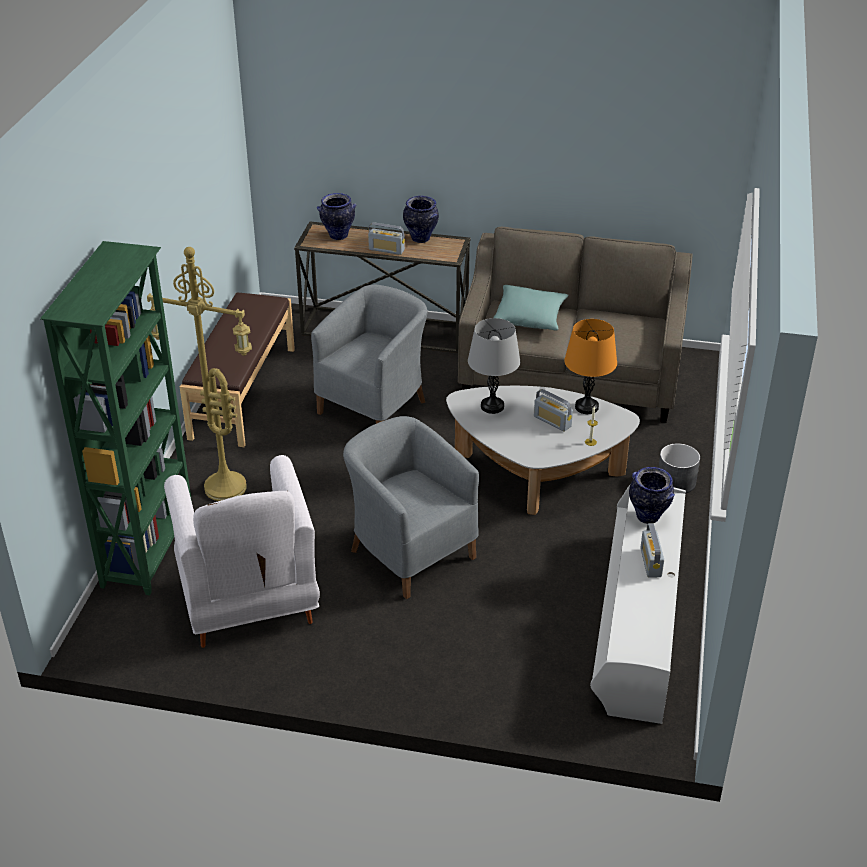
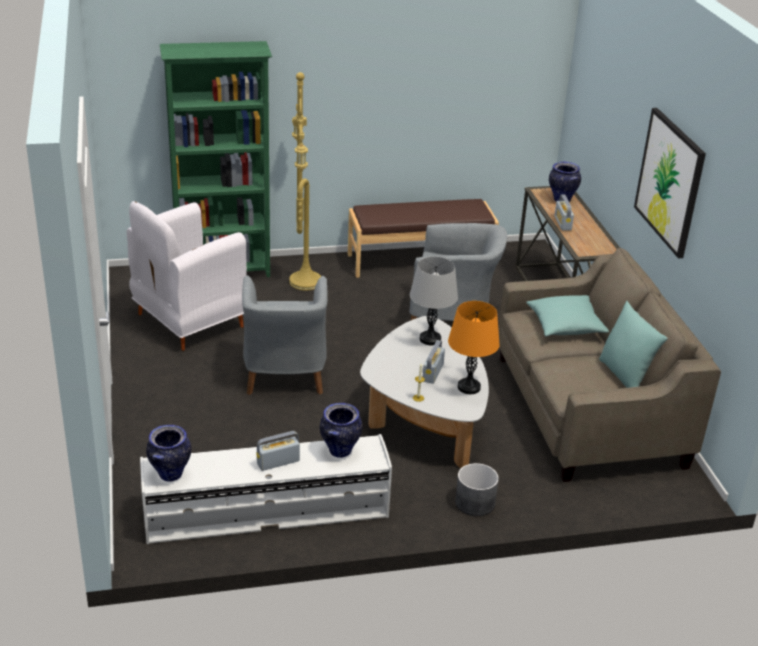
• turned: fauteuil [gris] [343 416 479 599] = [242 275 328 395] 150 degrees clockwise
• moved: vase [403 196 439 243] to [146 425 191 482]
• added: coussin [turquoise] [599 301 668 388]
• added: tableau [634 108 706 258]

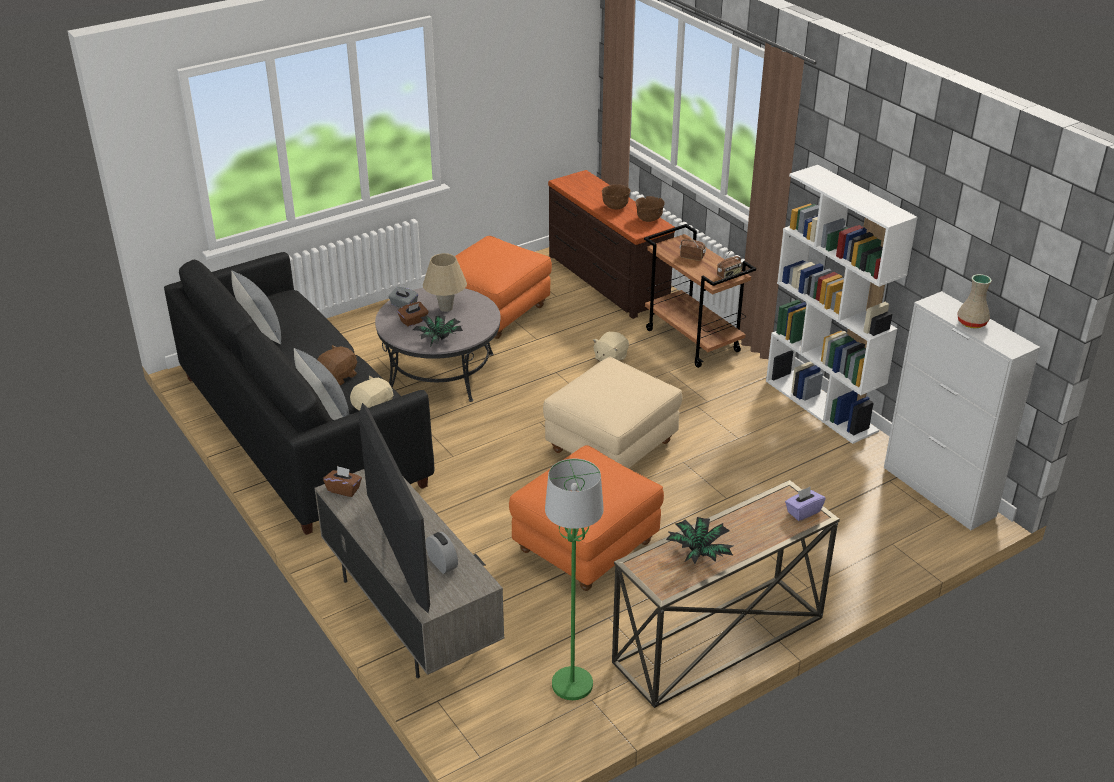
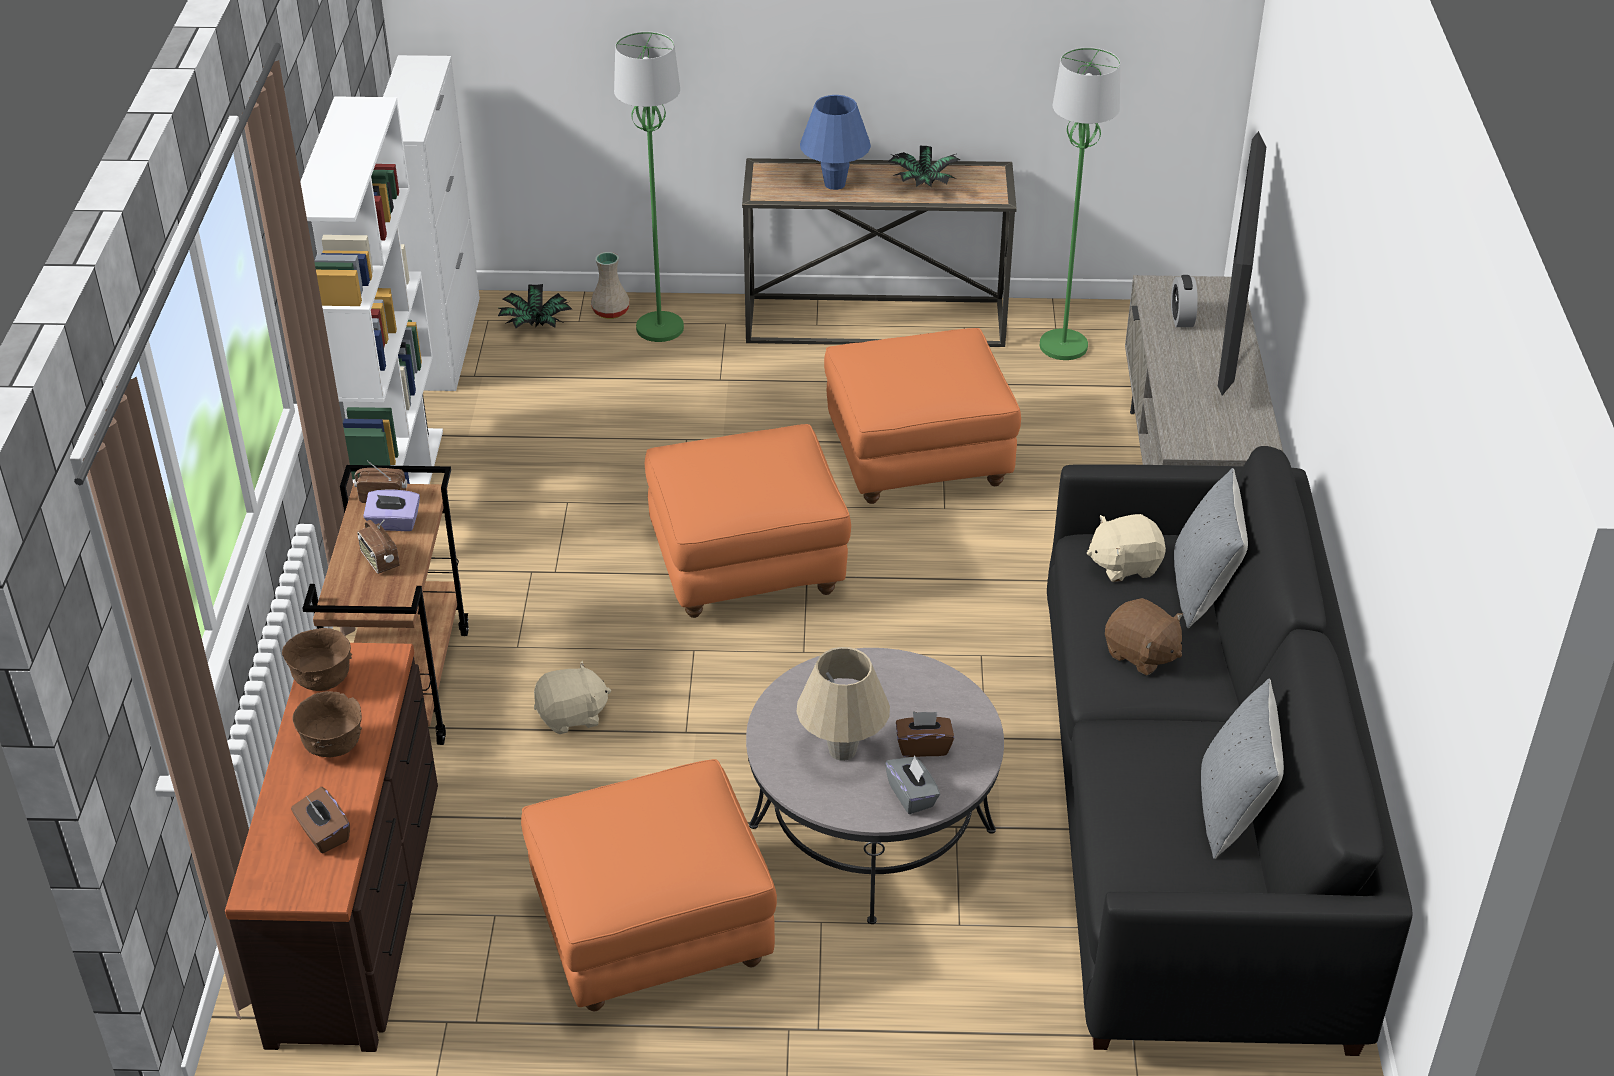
• turned: peluche [marron] [317 345 357 385] = [1105 598 1183 676] 120 degrees counterclockwise
• moved: boîte à mouchoirs [marron] [323 466 362 497] to [291 787 350 853]
• moved: plante en pot [413 315 463 347] to [498 284 572 328]
• recoloured: pouf [beige] [543 357 682 469] to pouf [orange] [645 424 851 618]
• moved: boîte à mouchoirs [violet] [785 487 826 521] to [363 490 420 531]
• moved: vase [beige] [957 274 992 329] to [591 252 630 319]
• added: lampadaire [vert] [614 32 684 342]
• added: lampe de table [bleu] [800 95 871 190]

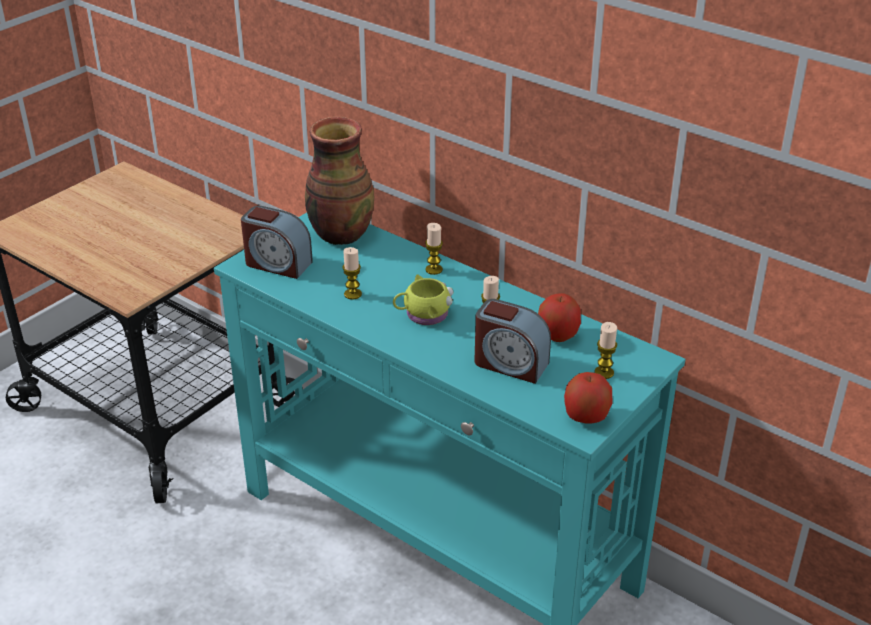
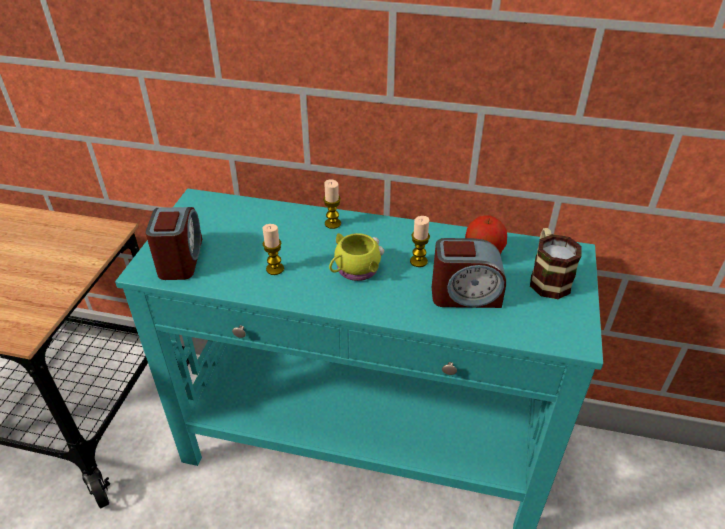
• turned: réveil [241 206 313 279] = [145 207 202 280] 90 degrees counterclockwise
• removed: vase [305 117 374 245]
• removed: pomme [564 372 612 423]
• replaced: bougie [595 322 617 379] to mug [530 228 582 299]

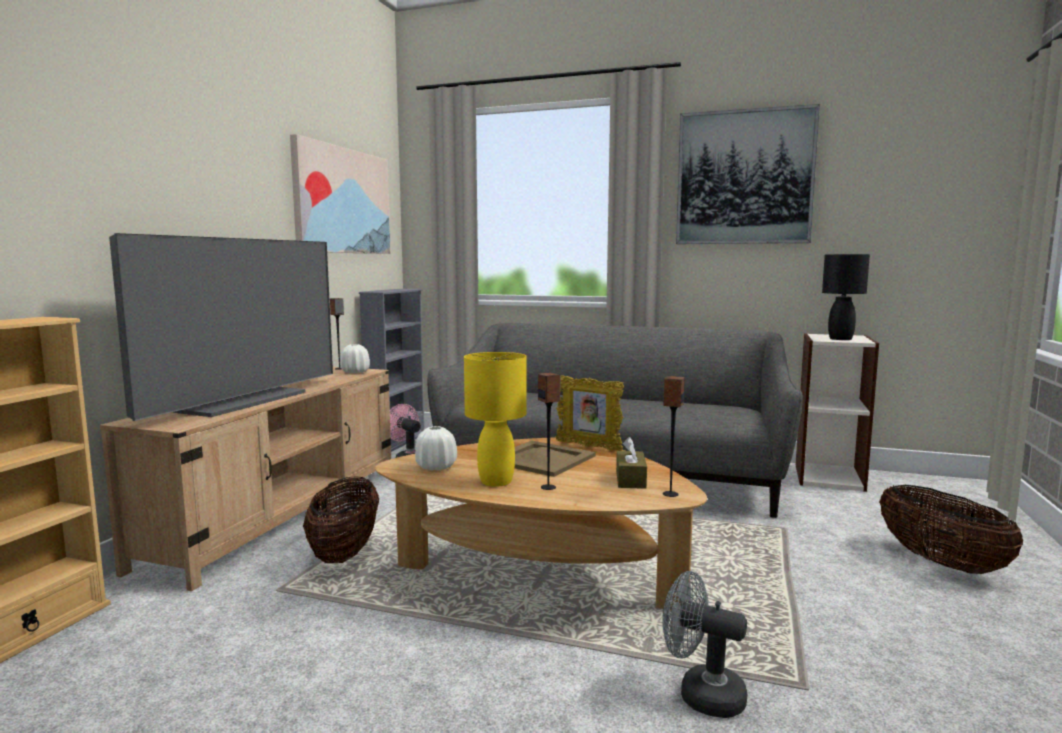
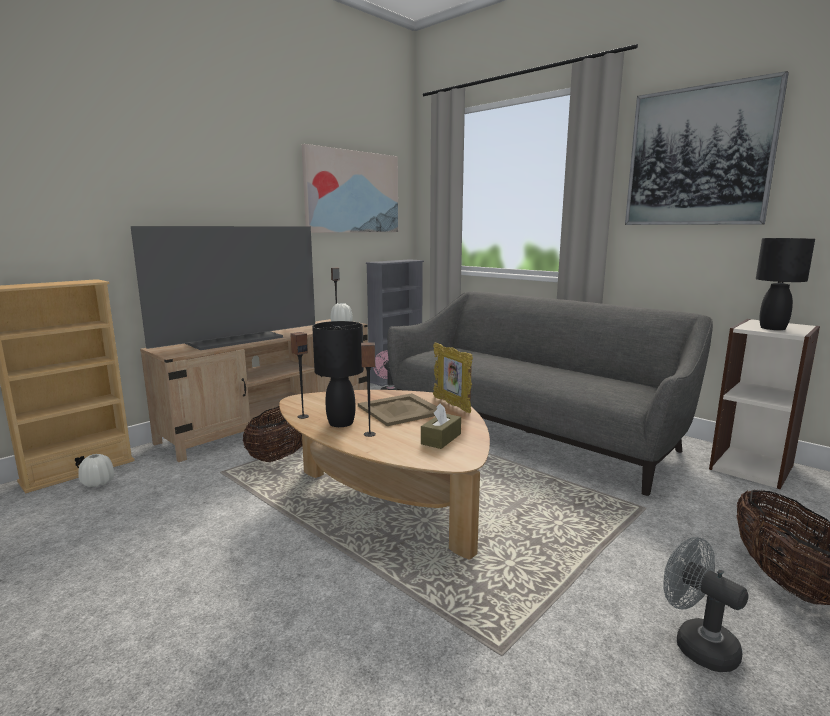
• moved: vase [blanc] [415 426 457 470] to [78 454 114 487]
• recoloured: lampe de table [jaune] [464 352 527 487] to lampe de table [noir] [312 321 364 427]
• moved: ventilateur [gris] [662 571 747 718] to [663 537 748 672]
• moved: enceinte [663 376 685 497] to [290 332 309 419]

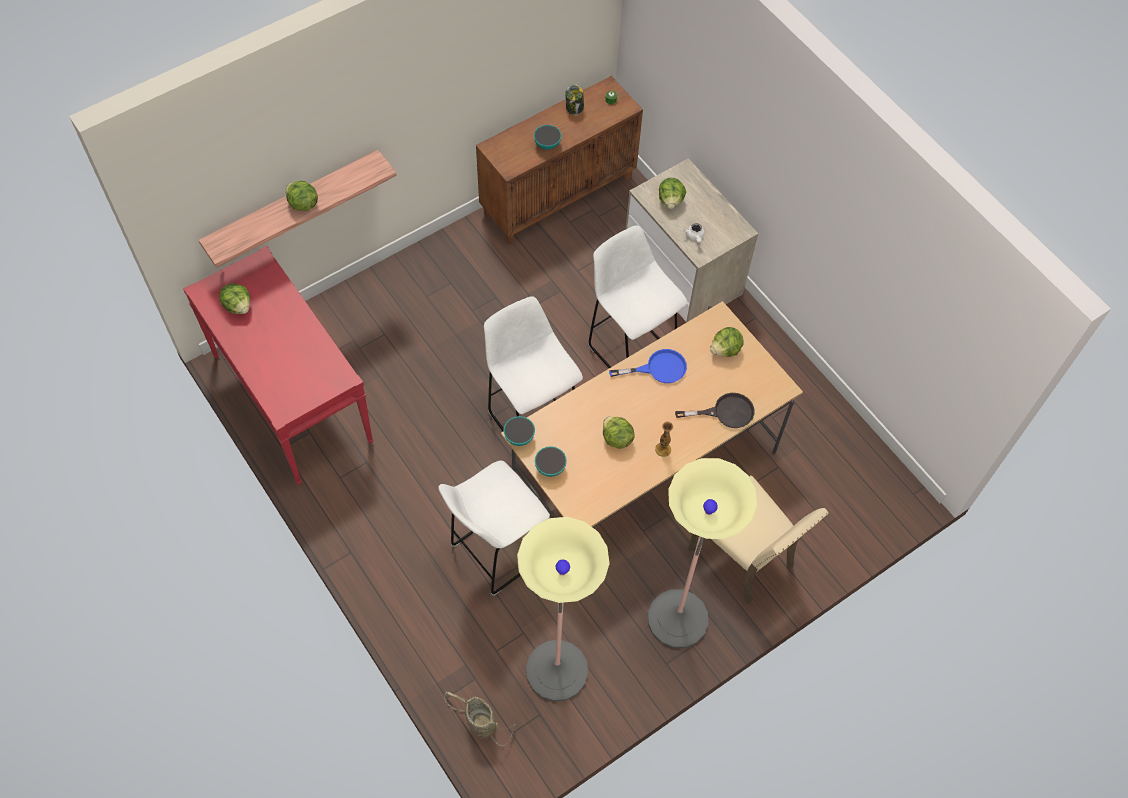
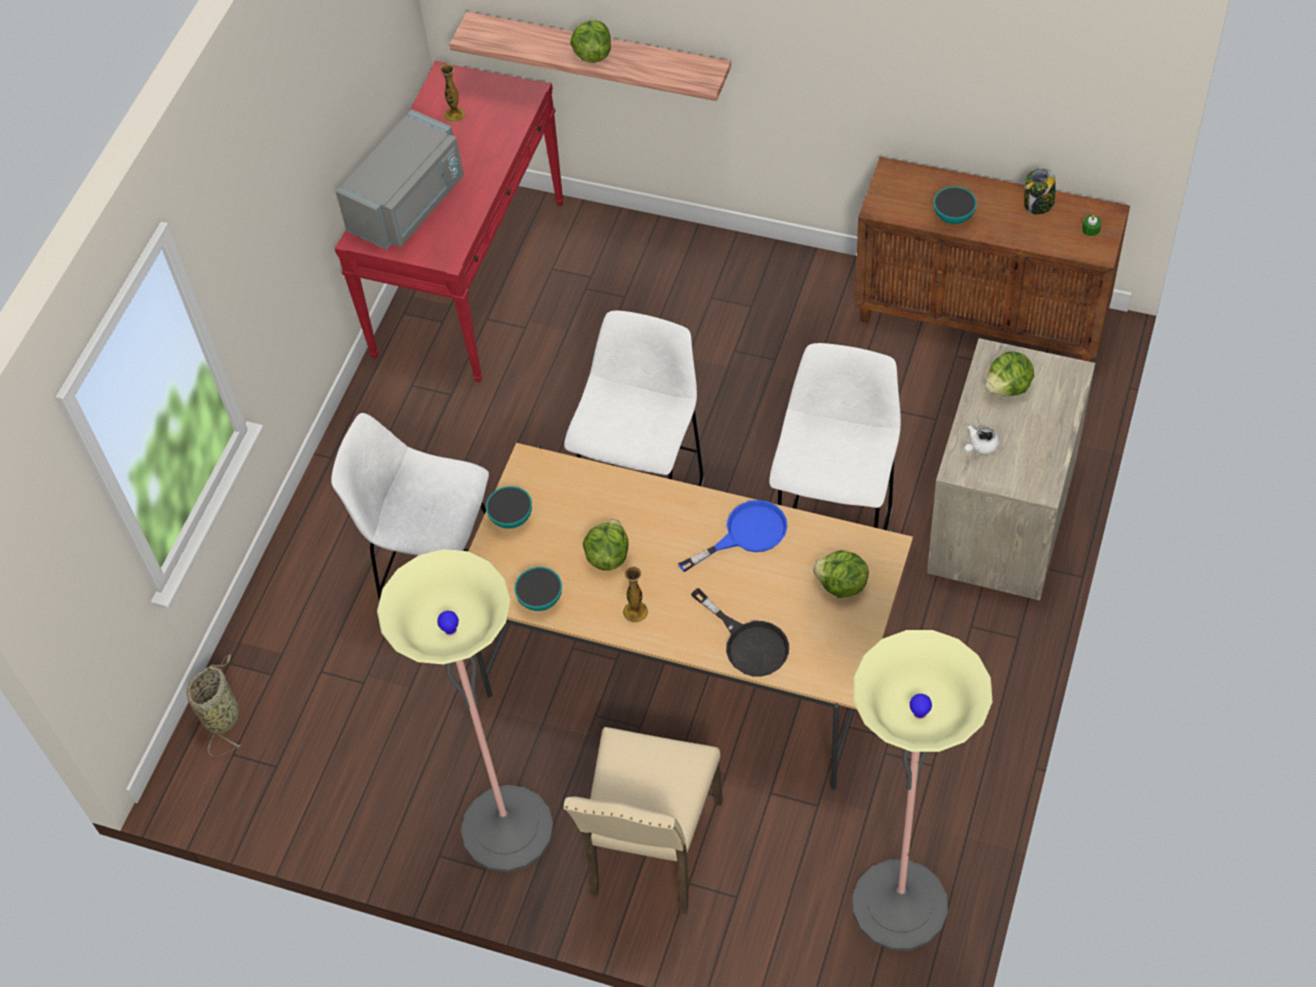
• replaced: laitue [219 283 250 314] to vase [440 64 465 122]
• moved: bol [503 416 535 446] to [514 567 562 611]
• moved: lampadaire [517 517 610 702] to [853 630 992 951]
• turned: poêle [bleu] [609 349 687 383] = [678 500 788 572] 75 degrees counterclockwise
• added: micro-ondes [gris] [336 109 464 249]

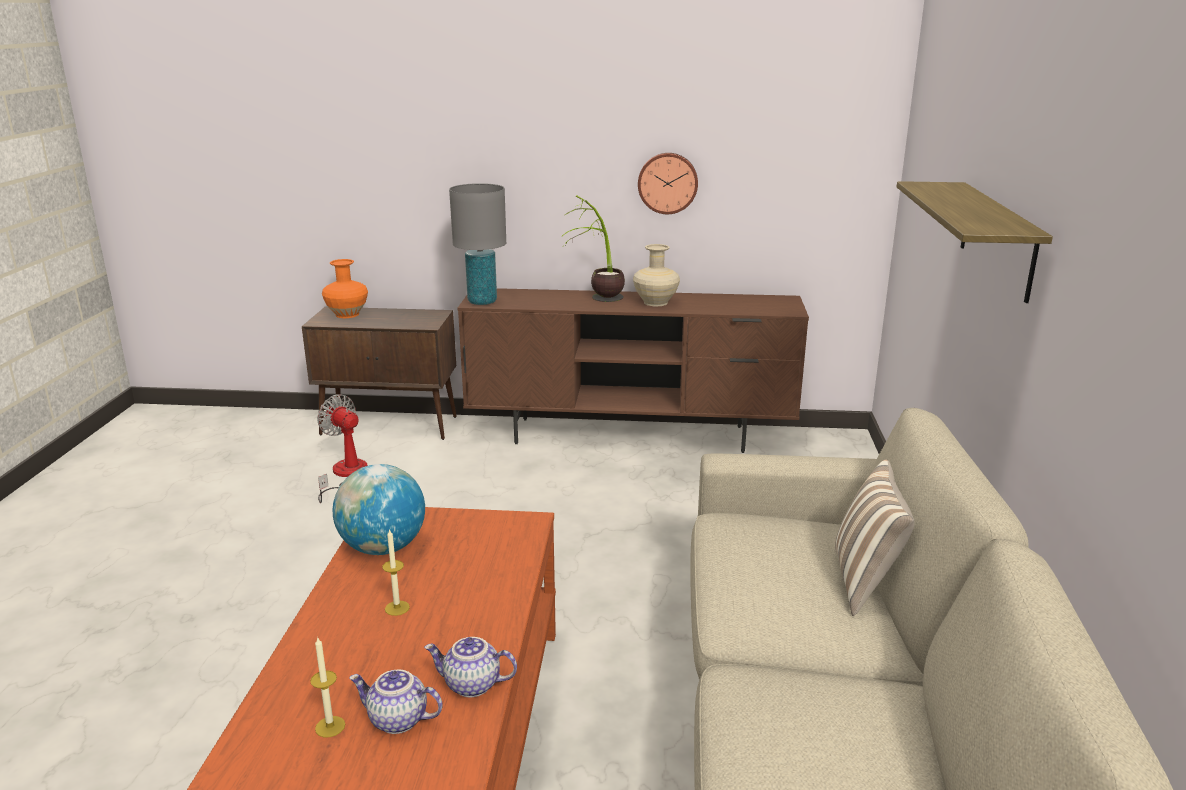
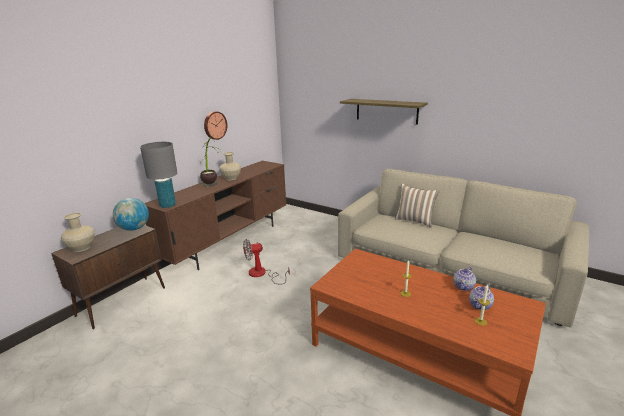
• moved: ventilateur [317 395 368 503] to [243 239 290 284]
• recoloured: vase [orange] [322 259 368 318] to vase [beige] [61 213 95 252]
• moved: globe [333 464 425 555] to [113 198 149 231]

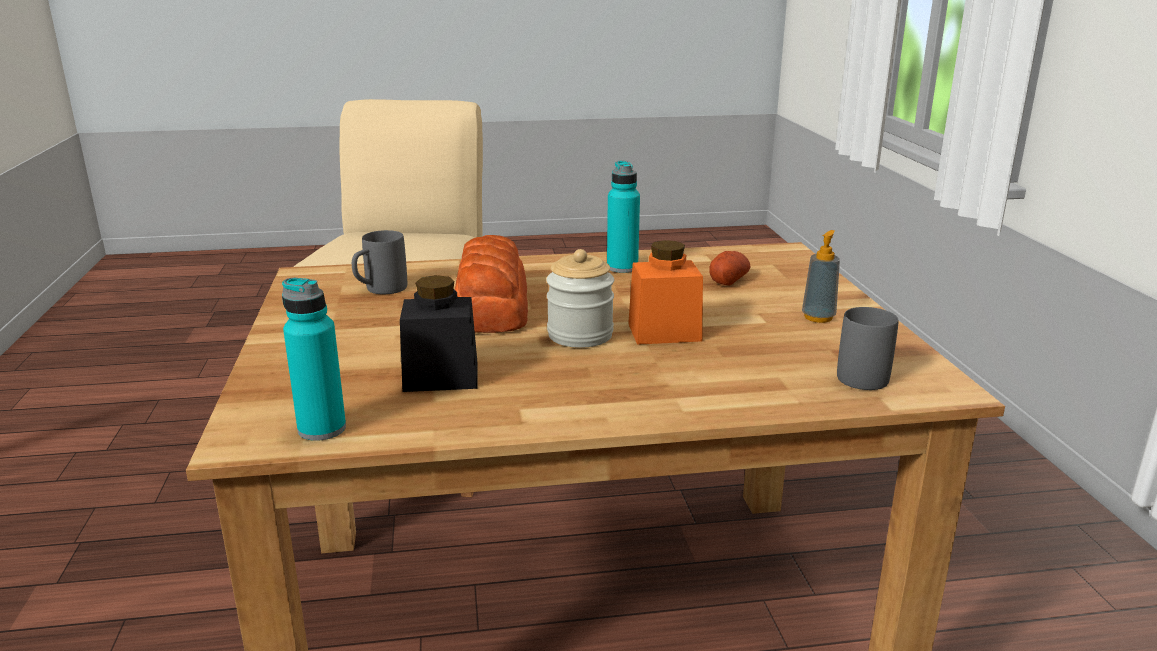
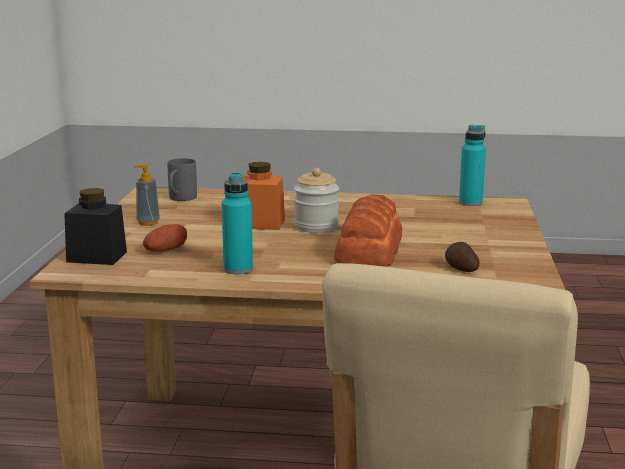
• replaced: mug [gris] [352 230 407 294] to pomme de terre [445 242 480 272]
• moved: bocal [noir] [400 275 478 392] to [64 188 127 265]

